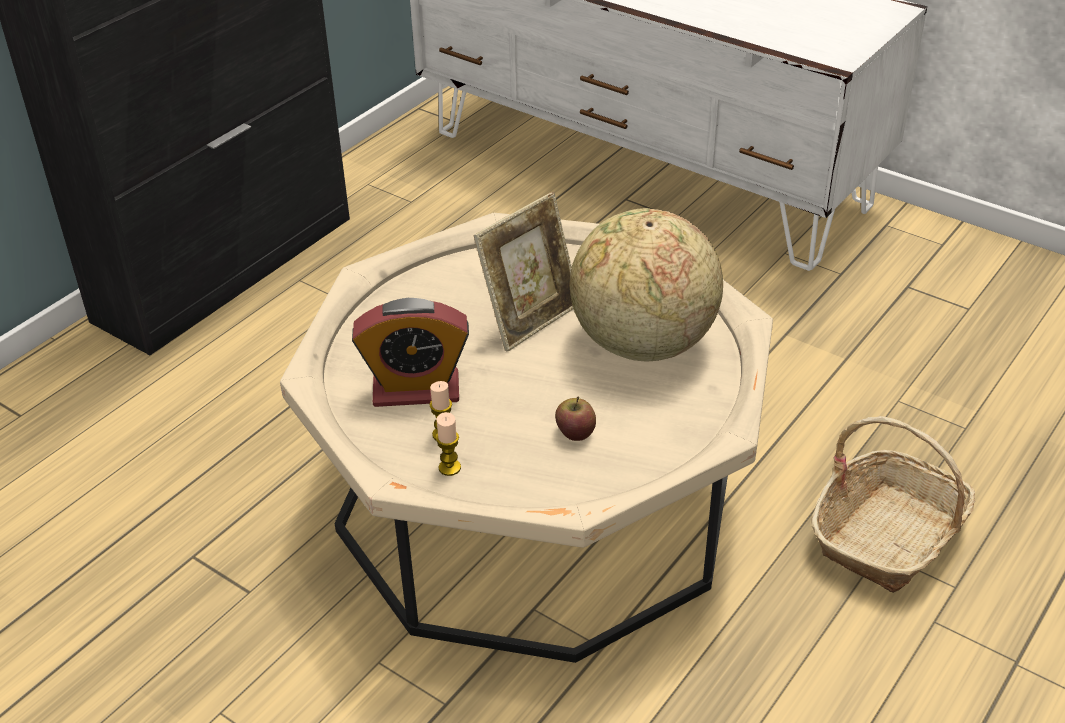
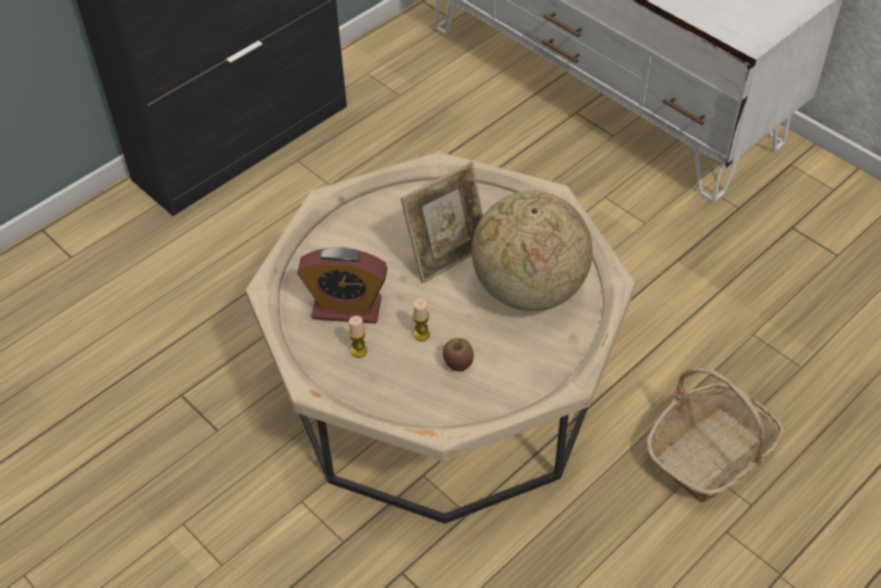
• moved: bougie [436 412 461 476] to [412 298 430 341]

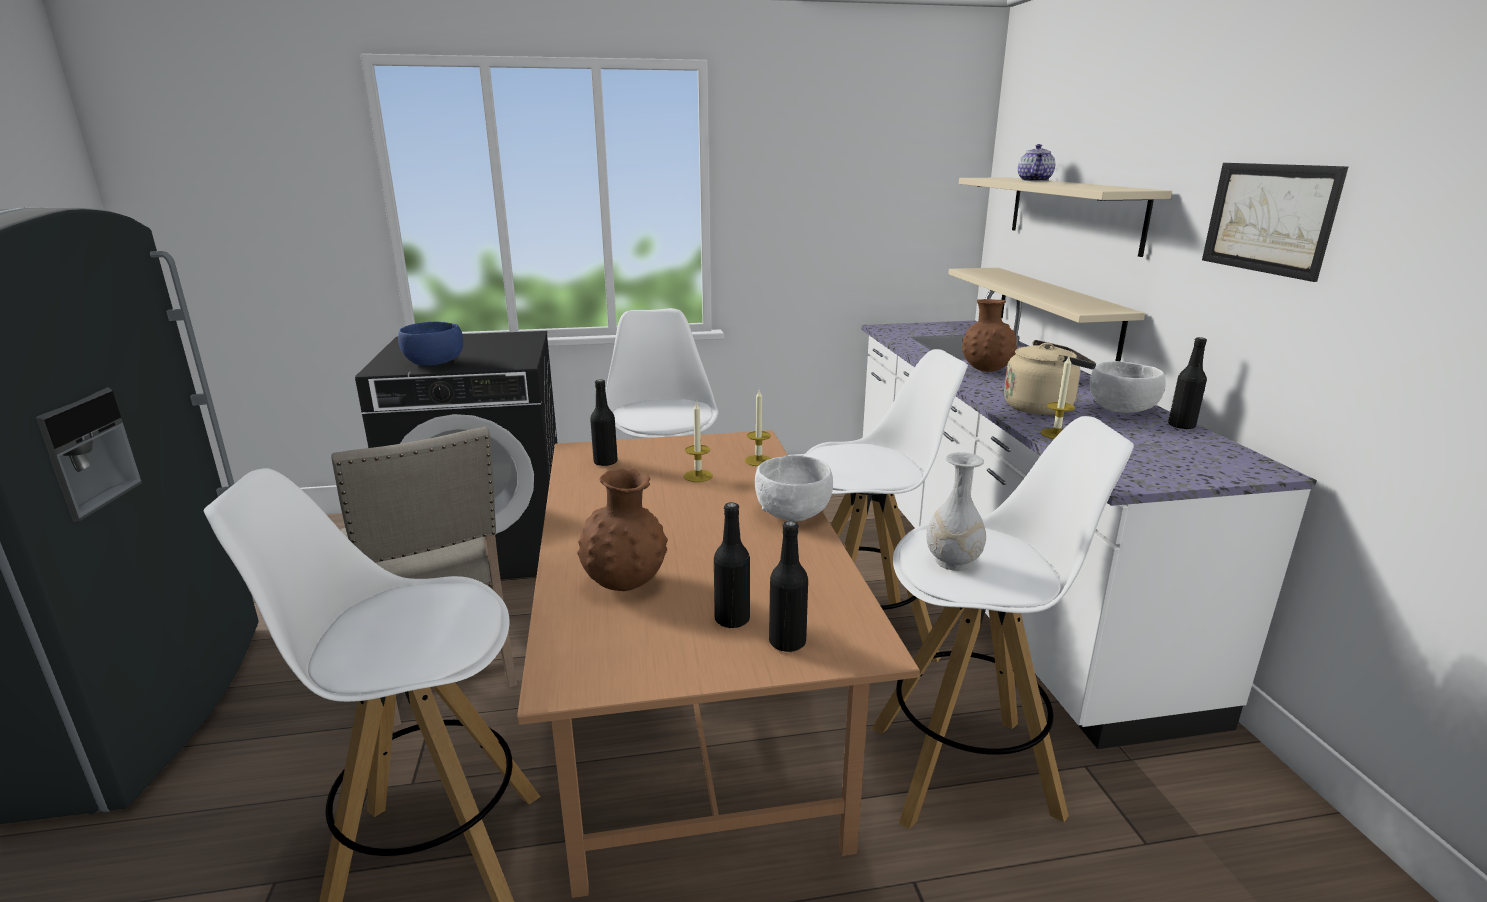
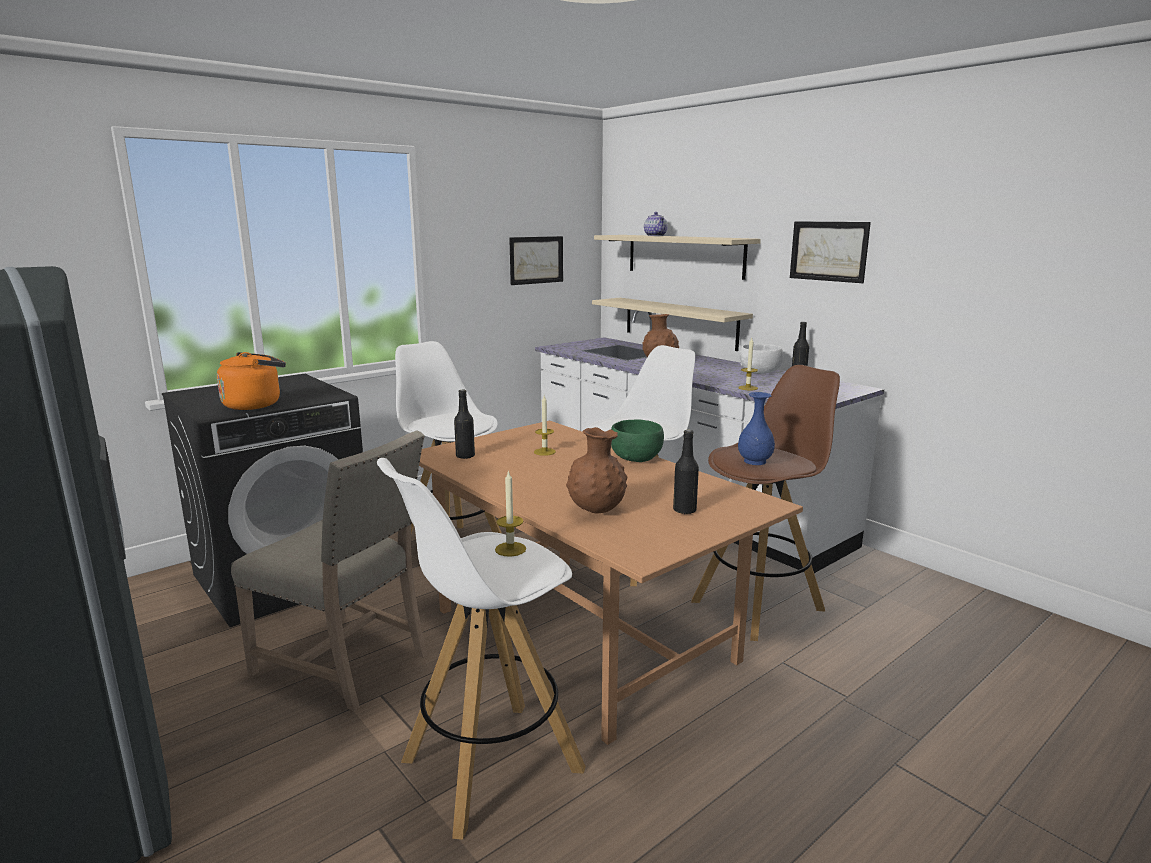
• replaced: bol [bleu] [398 322 463 366] to bouilloire [orange] [217 352 286 410]
• moved: bougie [745 390 772 466] to [495 470 526 557]
• recoloured: bol [blanc] [755 455 833 521] to bol [vert] [611 419 664 462]
• removed: bouteille [noir] [769 521 808 652]
• recoloured: tabouret [blanc] [872 416 1134 829] to tabouret [marron] [691 365 840 641]
• recoloured: vase [blanc] [926 452 986 571] to vase [bleu] [738 392 775 465]
• removed: bouilloire [beige] [1004 340 1096 415]
• added: tableau [509 236 563 285]

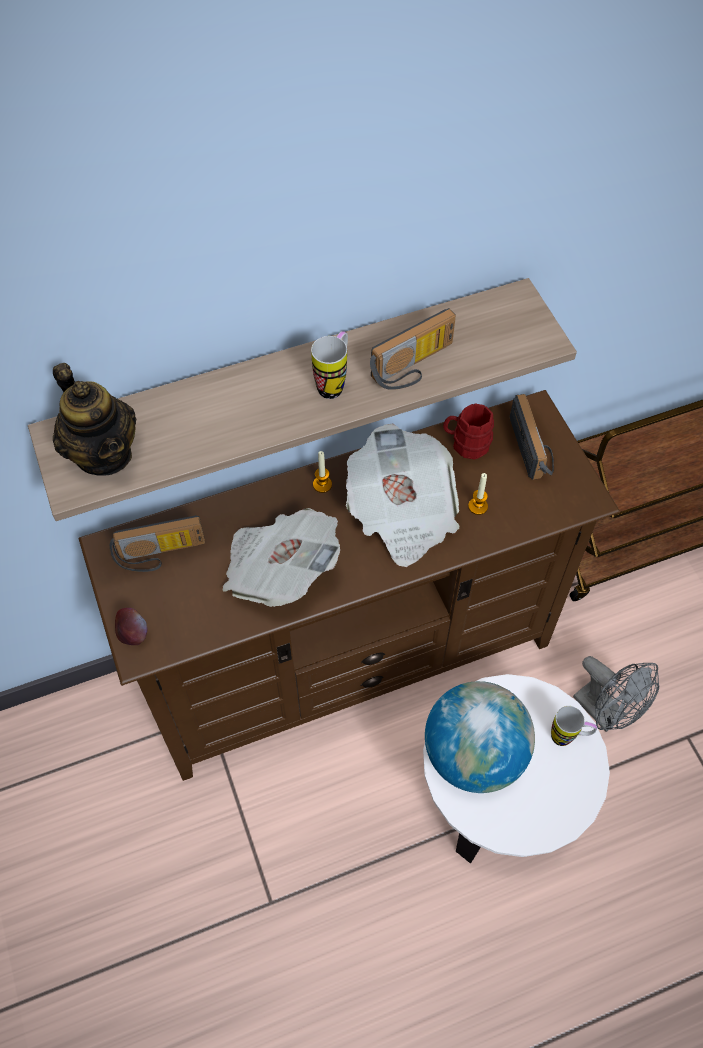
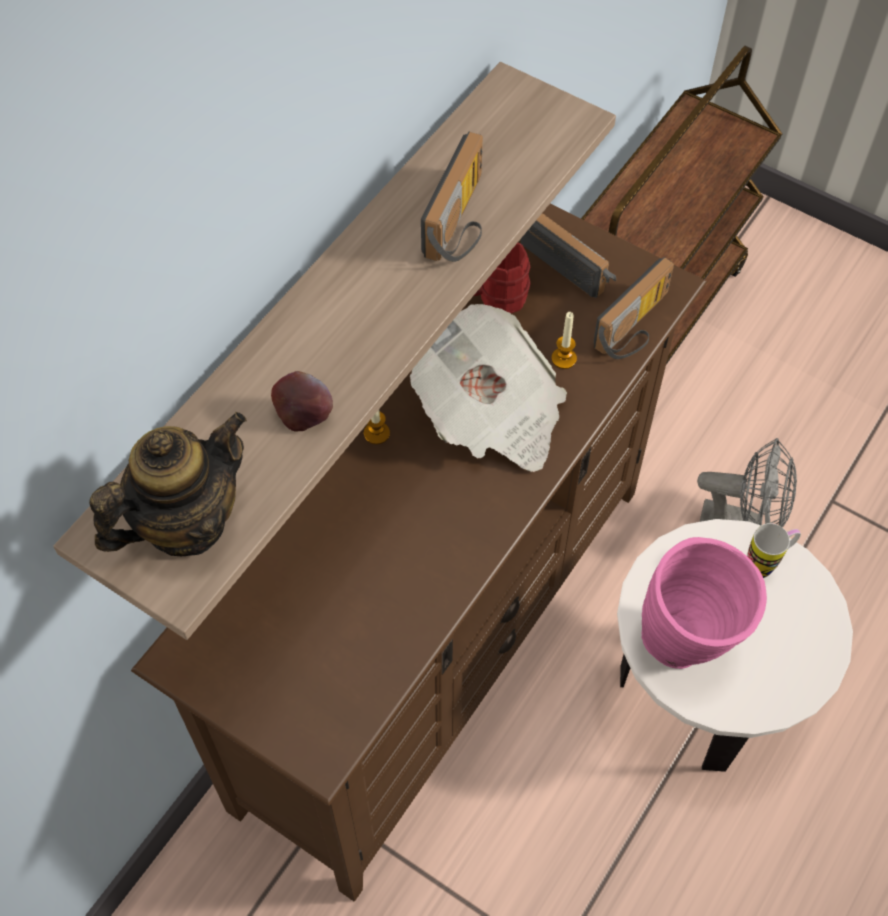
• turned: théière [53 363 136 476] = [89 412 247 556] 60 degrees counterclockwise
• moved: radio [110 515 205 572] to [593 257 674 359]
• moved: pomme [115 608 147 645] to [271 371 333 432]
• removed: journal [222 508 340 607]
• removed: mug [311 331 348 399]
• replaced: globe [425 681 535 793] to vase [rose] [641 537 767 669]

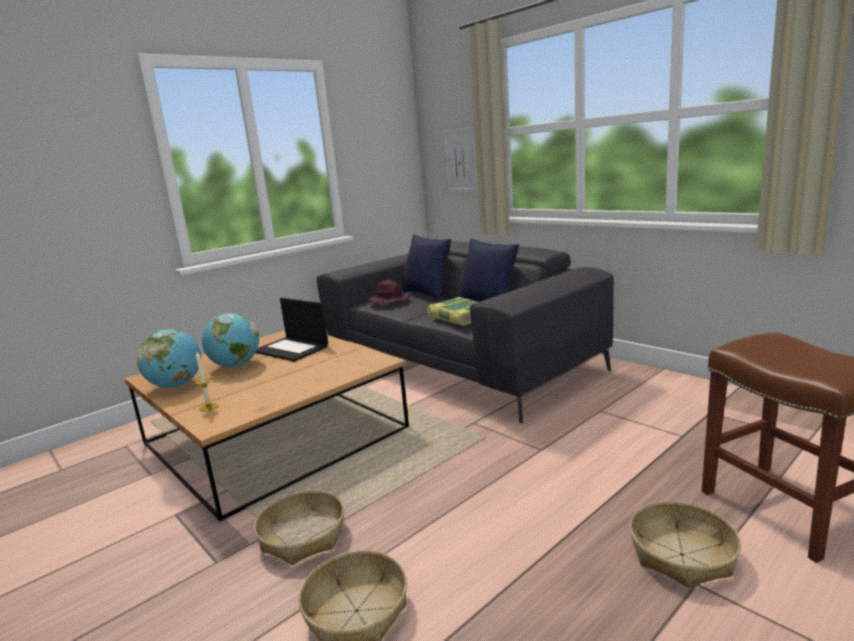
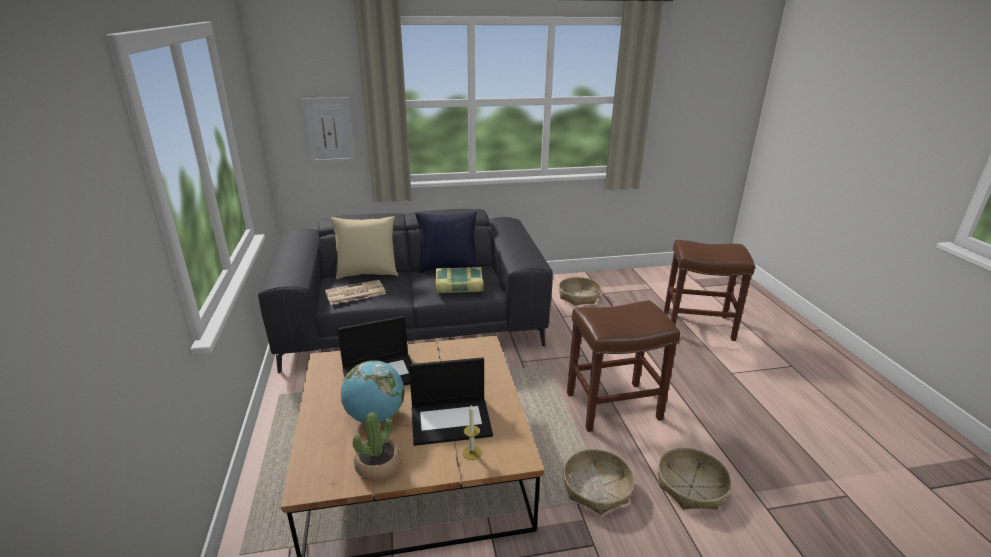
• replaced: globe [137 329 201 388] to plante en pot [353 412 401 481]
• replaced: chapeau [violet] [368 280 410 305] to journal [325 280 386 305]
• recoloured: coussin [bleu] [403 234 451 300] to coussin [beige] [331 216 398 279]
• moved: panier [629 501 741 589] to [559 277 602 306]
• added: ordinateur portable [409 357 493 446]
• added: tabouret [marron] [567 300 680 432]

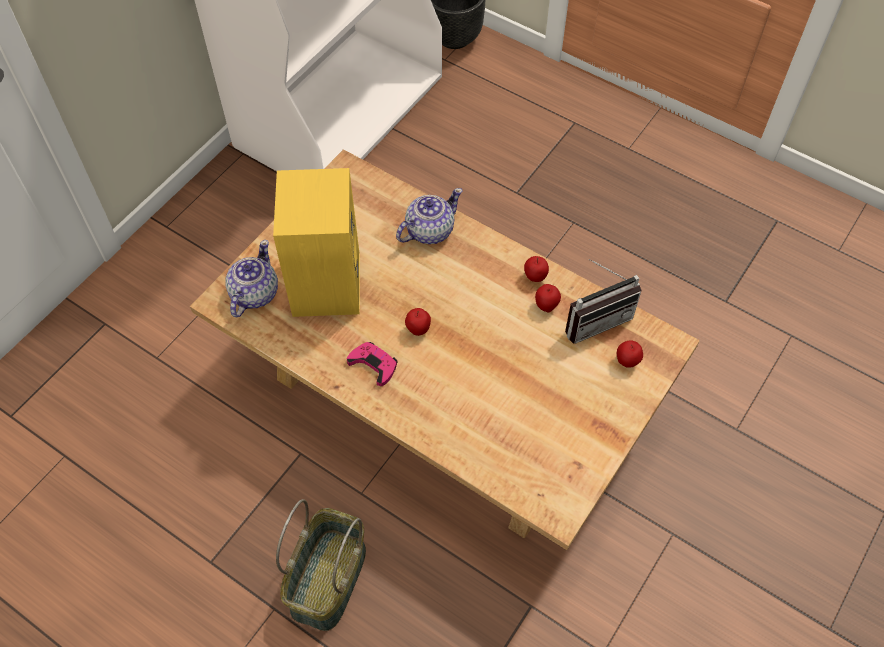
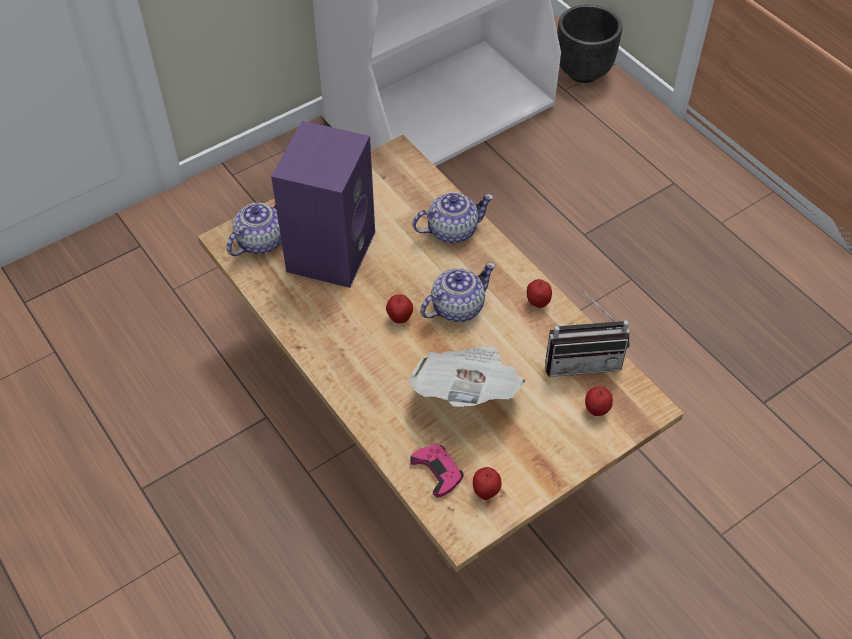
• recoloured: enceinte [jaune] [273 168 360 317] to enceinte [violet] [271 121 375 288]
• removed: panier [276 499 366 631]
• moved: manette [rose] [347 342 398 386] to [410 444 464 498]
• moved: pomme [535 284 561 312] to [473 467 502 500]
• added: journal [409 345 525 407]
• added: théière [420 262 496 322]

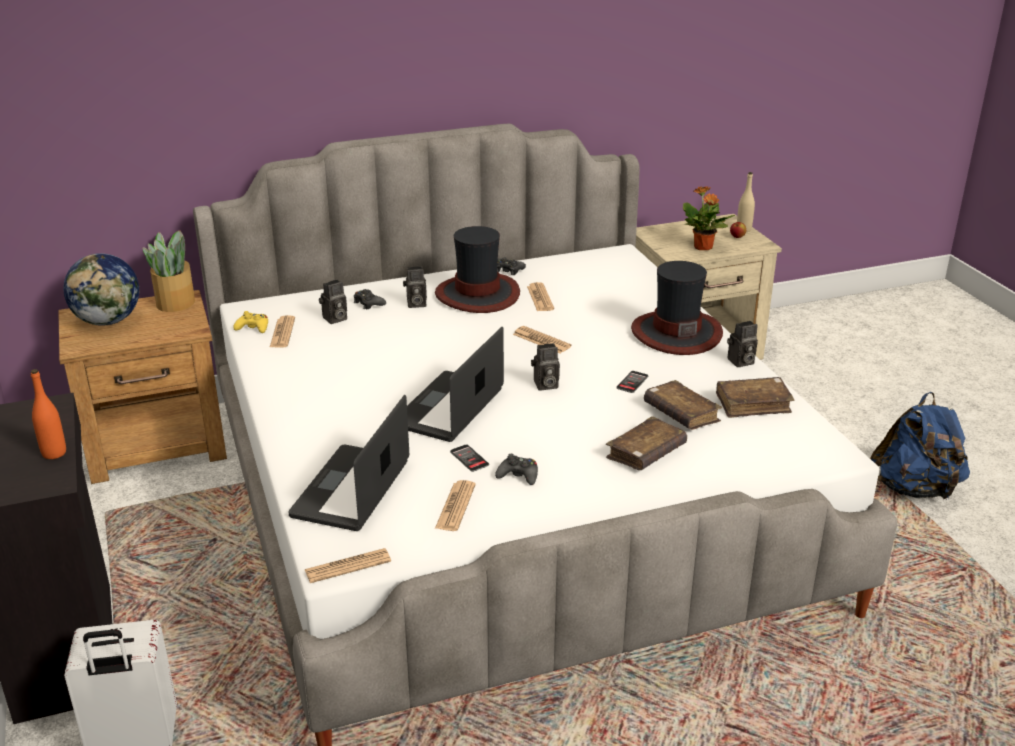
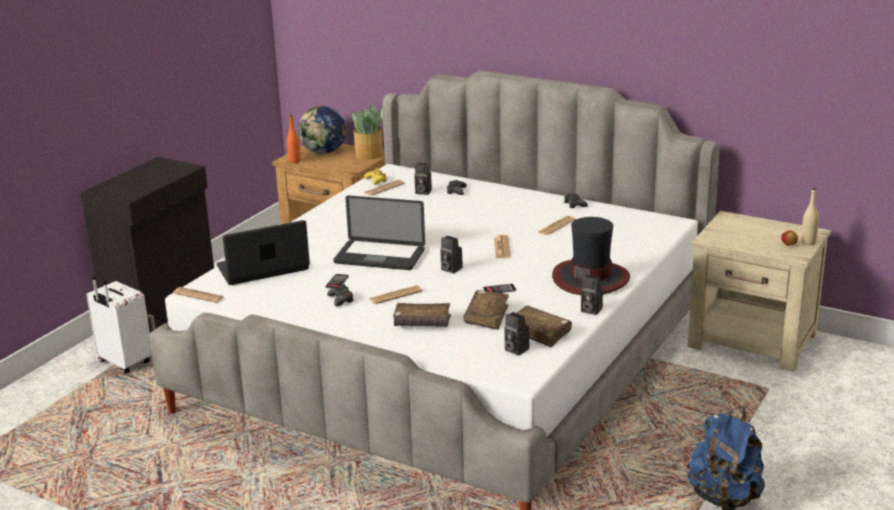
• moved: bouteille [orange] [31 369 66 459] to [287 115 301 163]
• moved: appareil photo [403 266 427 308] to [504 312 530 355]
• turned: ordinateur portable [407 327 504 442] = [333 195 425 270] 150 degrees counterclockwise
• removed: chapeau [435 226 520 313]
• moved: journal [435 480 476 531] to [370 285 422 304]
• removed: plante en pot [683 186 735 250]

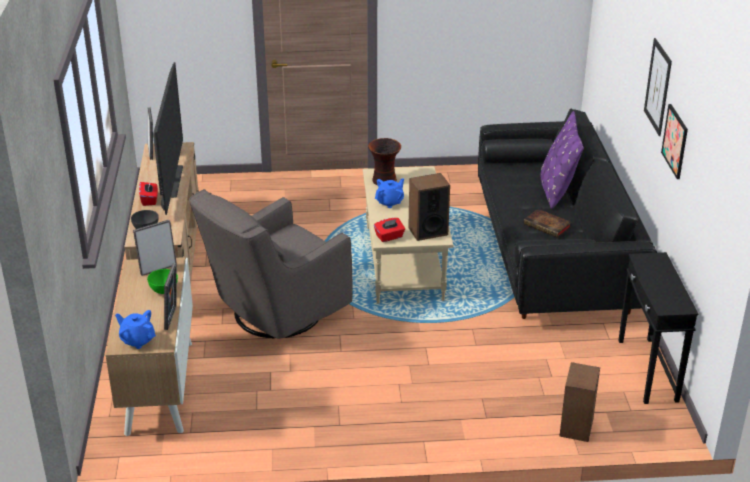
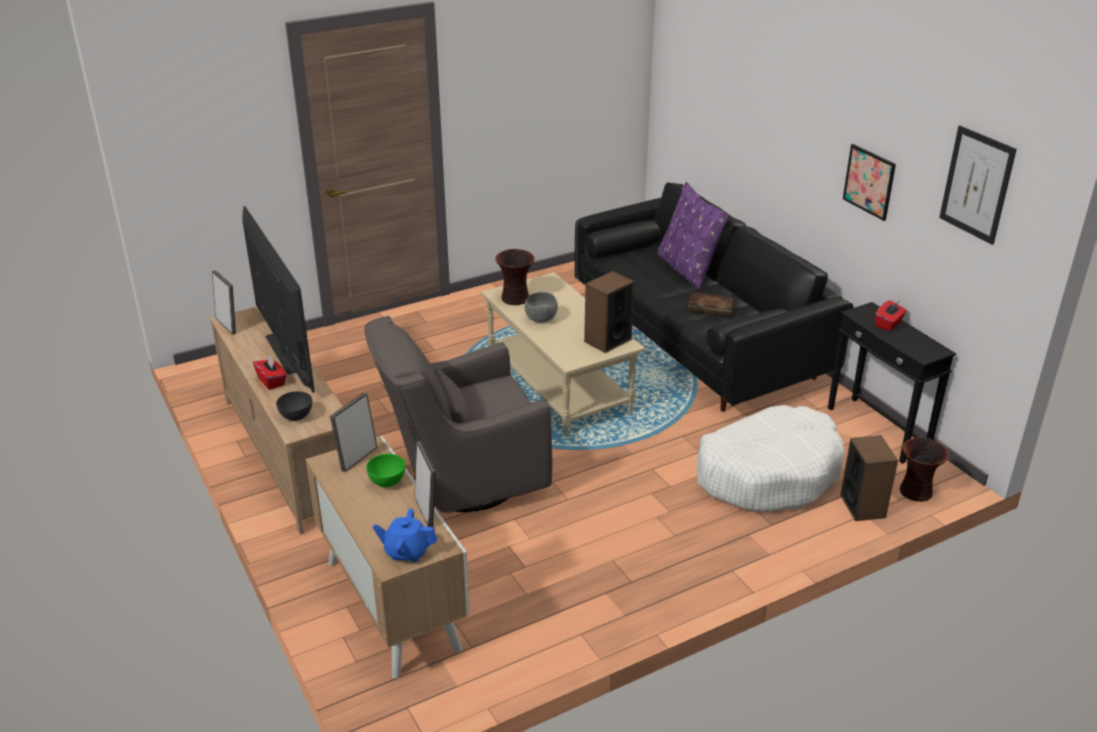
• turned: fauteuil [gris] [189 189 353 339] = [364 316 552 513] 45 degrees clockwise
• moved: boîte à mouchoirs [rouge] [374 218 405 242] to [875 300 907 331]
• replaced: théière [bleu] [375 178 404 208] to bol [gris] [525 292 558 323]
• moved: tableau [644 38 672 136] to [939 126 1017 245]
• added: panier pour chien [blanc] [697 405 845 512]
• added: vase [900 438 948 502]

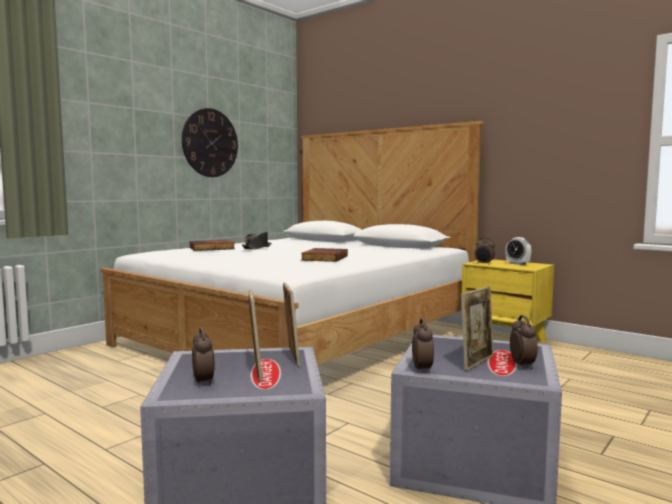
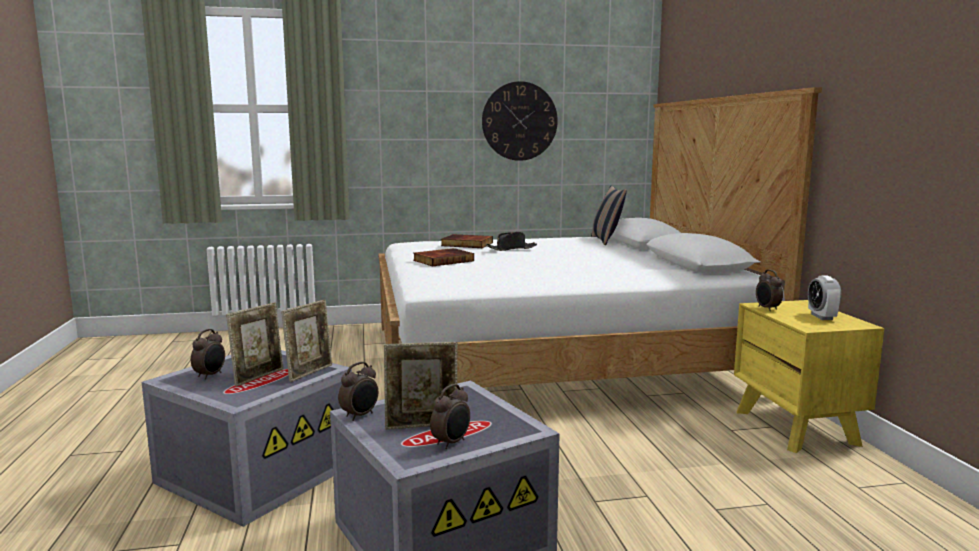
• moved: livre [301 248 348 262] to [413 248 474 266]
• added: coussin [591 186 627 245]

